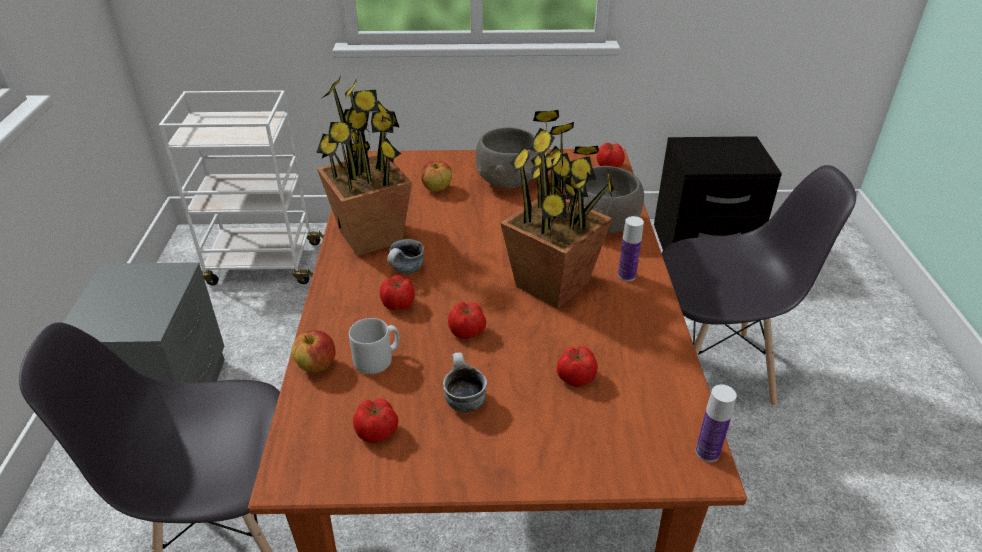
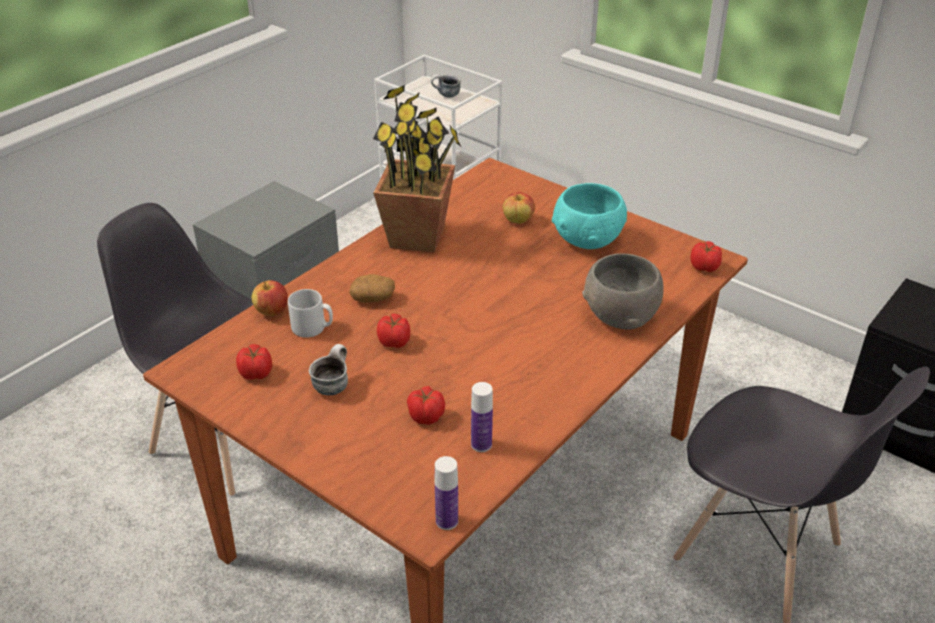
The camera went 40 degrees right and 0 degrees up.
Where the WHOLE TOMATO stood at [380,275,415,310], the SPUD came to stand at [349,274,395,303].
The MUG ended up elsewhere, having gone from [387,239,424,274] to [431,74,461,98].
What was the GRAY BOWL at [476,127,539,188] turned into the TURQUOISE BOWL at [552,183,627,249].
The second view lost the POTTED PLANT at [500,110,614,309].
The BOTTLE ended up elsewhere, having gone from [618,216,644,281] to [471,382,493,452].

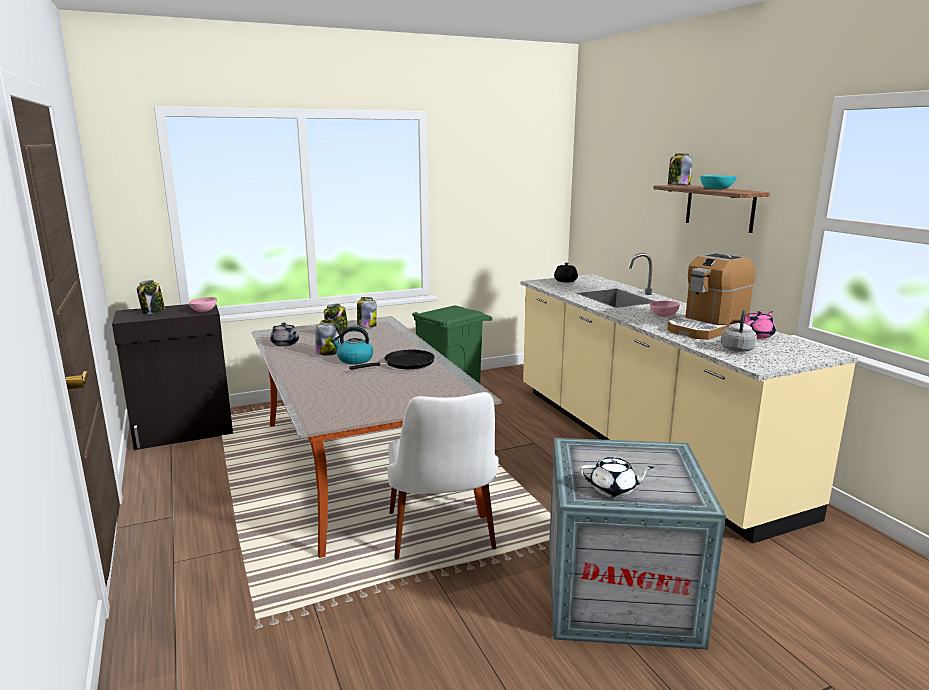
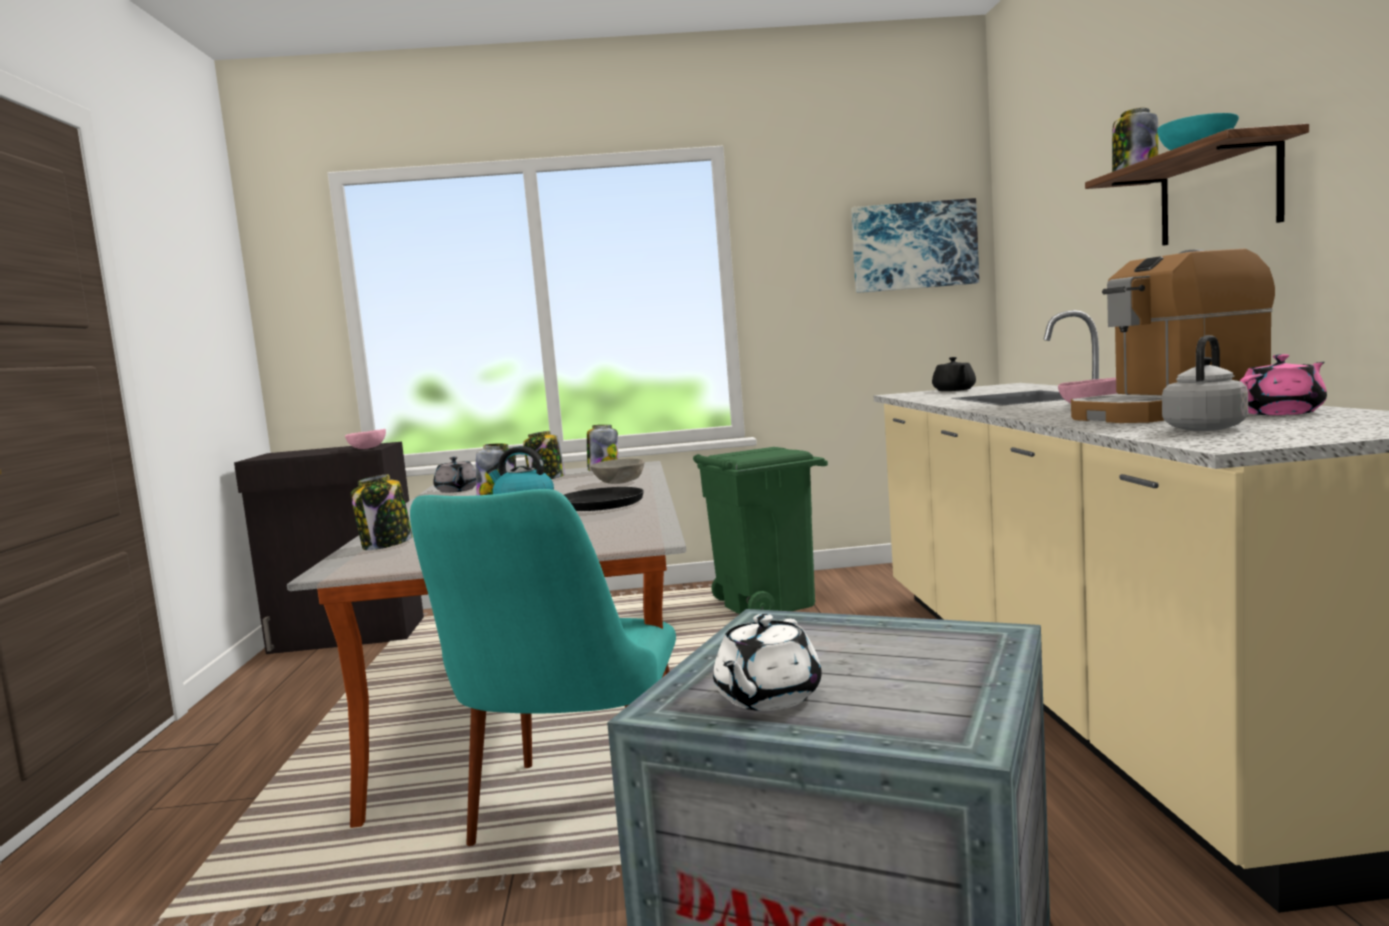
The camera went 20 degrees right and 10 degrees down.
The PRESERVE JAR ended up elsewhere, having gone from [137,280,165,314] to [351,474,413,550].
What was the WHITE CHAIR at [387,392,498,559] turned into the TURQUOISE CHAIR at [410,489,676,846].
The WHITE TEAPOT at [580,457,654,497] ended up facing another way, 90 degrees clockwise from before.
The second view gained the GRAY BOWL at [590,459,645,484].
The second view gained the WALL PICTURE at [851,198,979,293].

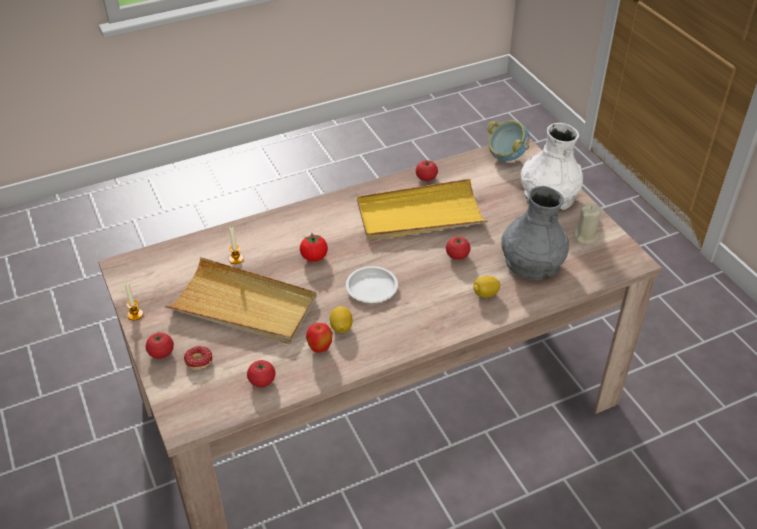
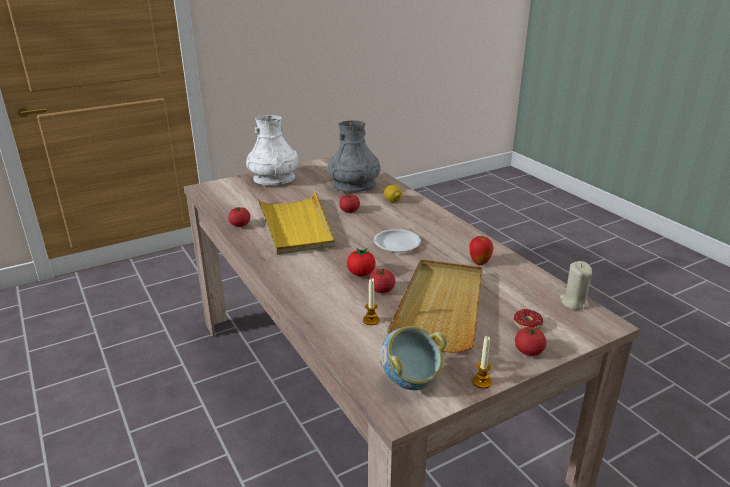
The camera went 95 degrees left and 15 degrees down.
The WHOLE TOMATO ended up elsewhere, having gone from [247,360,276,387] to [370,268,395,293].
The second view lost the WHOLE LEMON at [330,306,353,333].
The BOWL ended up elsewhere, having gone from [487,120,530,161] to [380,326,447,390].
The BEIGE-COLOURED WAX LIGHT ended up elsewhere, having gone from [573,204,601,244] to [560,261,592,310].

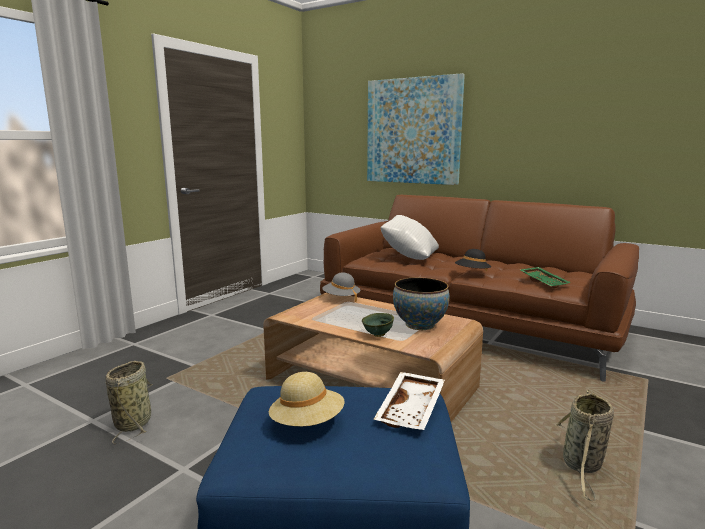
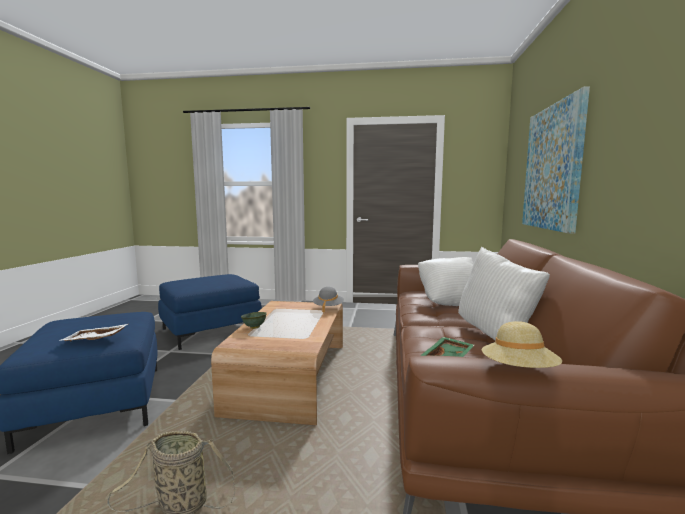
The camera went 65 degrees right and 5 degrees down.
Where the HOUSEHOLD BASKET stood at [106,361,153,445], the BLUE POUFFE came to stand at [158,274,262,350].
The BEIGE-COLOURED CLOTHING HAT ended up elsewhere, having gone from [269,372,344,426] to [482,321,562,368].
The second view lost the BOWL at [393,277,449,330].
The second view lost the BLACKISH CLOTHING HAT at [455,249,491,271].
The second view gained the WHITE THROW PILLOW at [458,247,550,340].

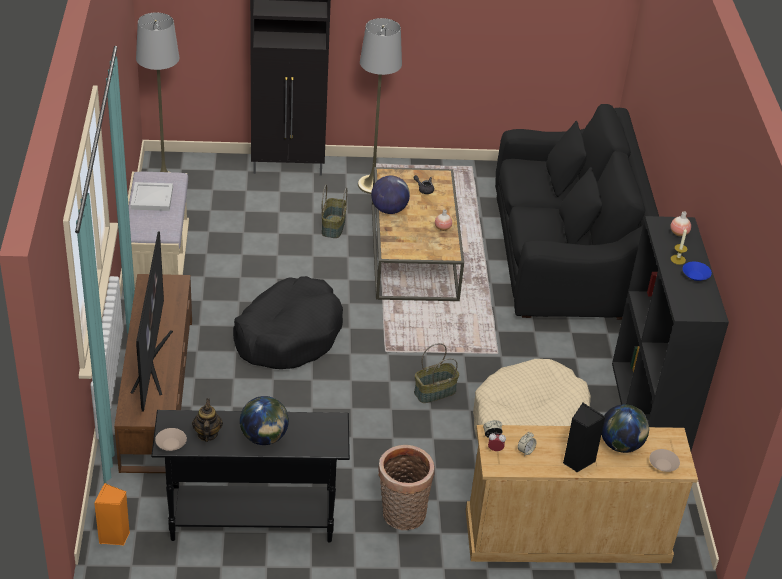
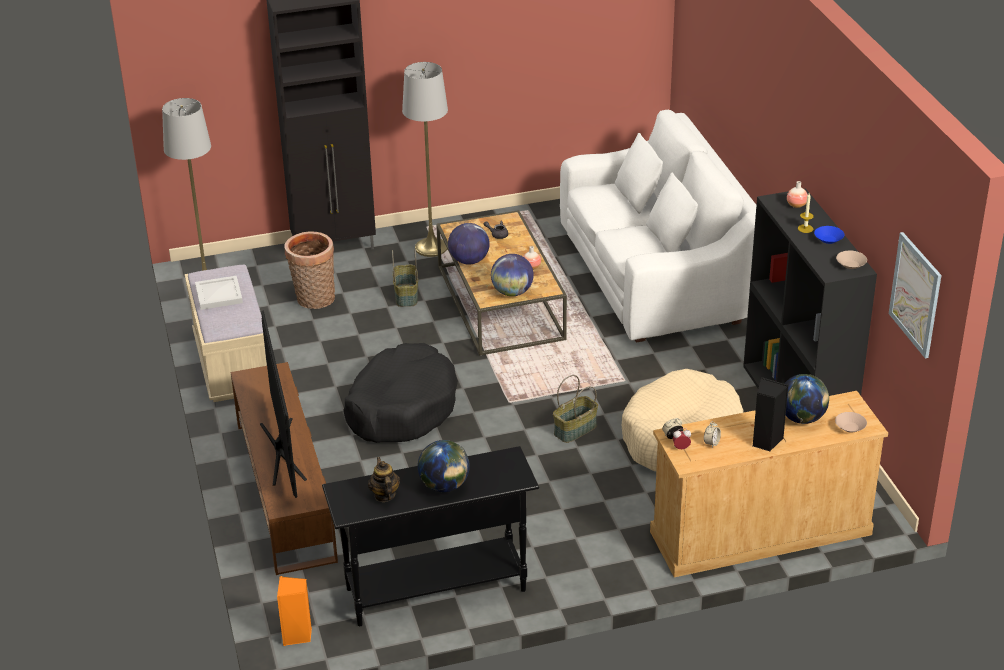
The camera went 10 degrees left and 5 degrees down.
The BEIGE-COLOURED BOWL ended up elsewhere, having gone from [155,428,187,451] to [836,251,867,269].
The HOUSEHOLD BASKET ended up elsewhere, having gone from [378,445,435,530] to [284,232,335,309].
What was the BLACKISH SETTEE at [495,104,659,320] turned into the WHITE SETTEE at [560,110,756,343].
The second view gained the DESK GLOBE at [491,254,534,296].
The second view gained the WALL PICTURE at [889,232,941,358].

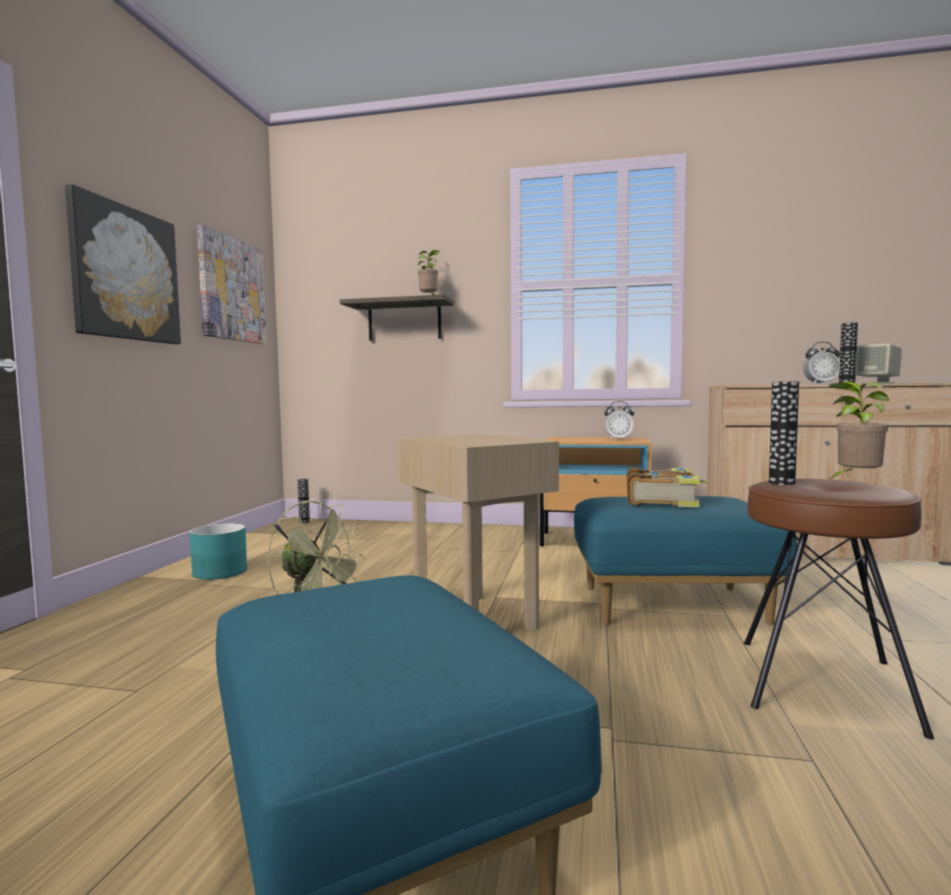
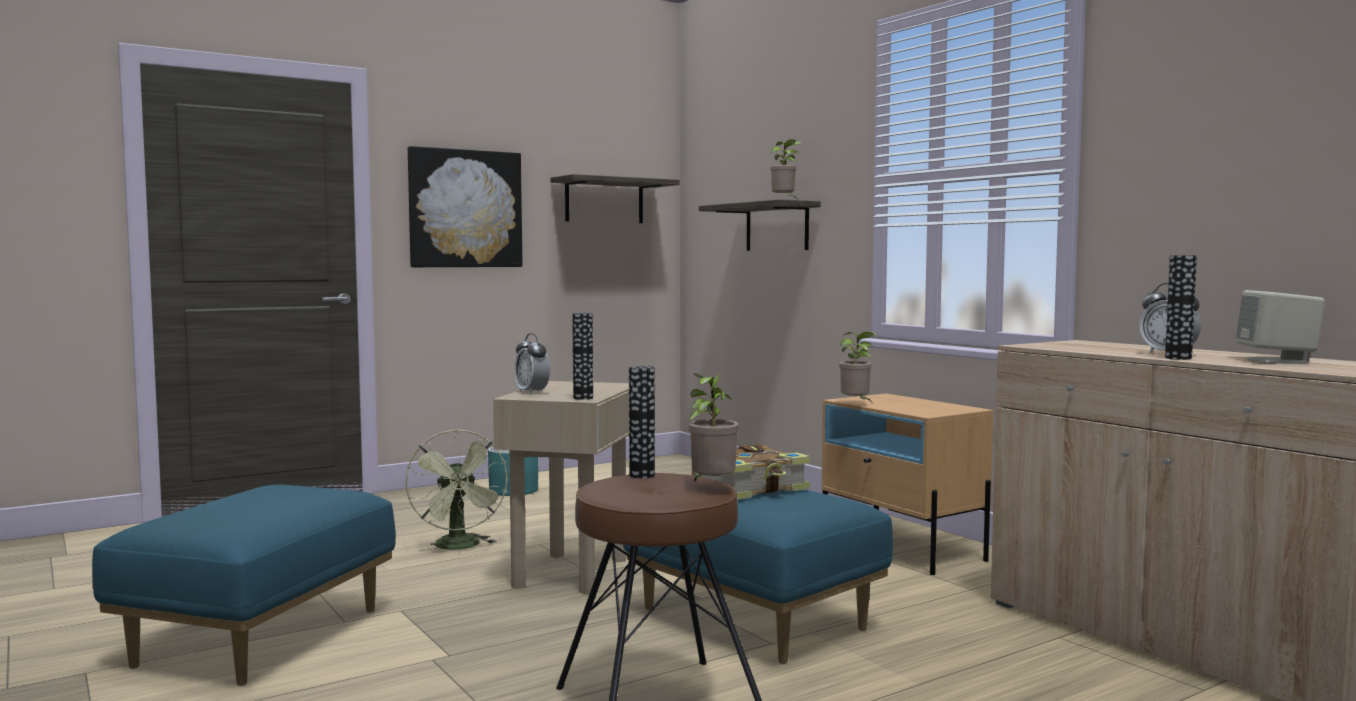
The camera went 45 degrees right and 0 degrees up.
Where the WALL PICTURE hung at [197,225,267,344], the BRACKET SHELF came to hang at [551,174,680,223].
The DECORATIVE VASE ended up elsewhere, having gone from [298,479,310,524] to [572,313,593,400].
The BEDSIDE CLOCK ended up elsewhere, having gone from [604,401,634,440] to [514,333,550,395].
The second view gained the POTTED PLANT at [839,332,877,401].

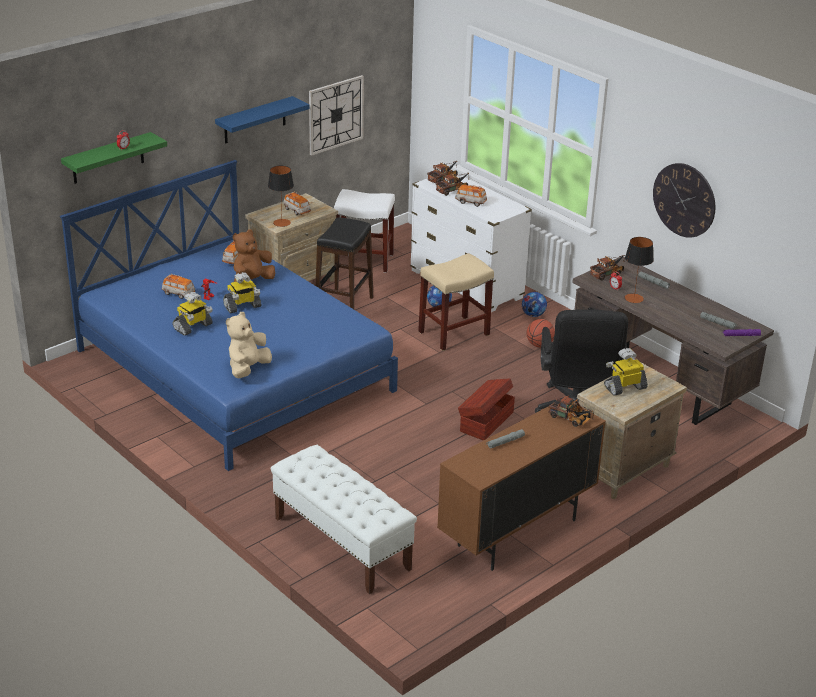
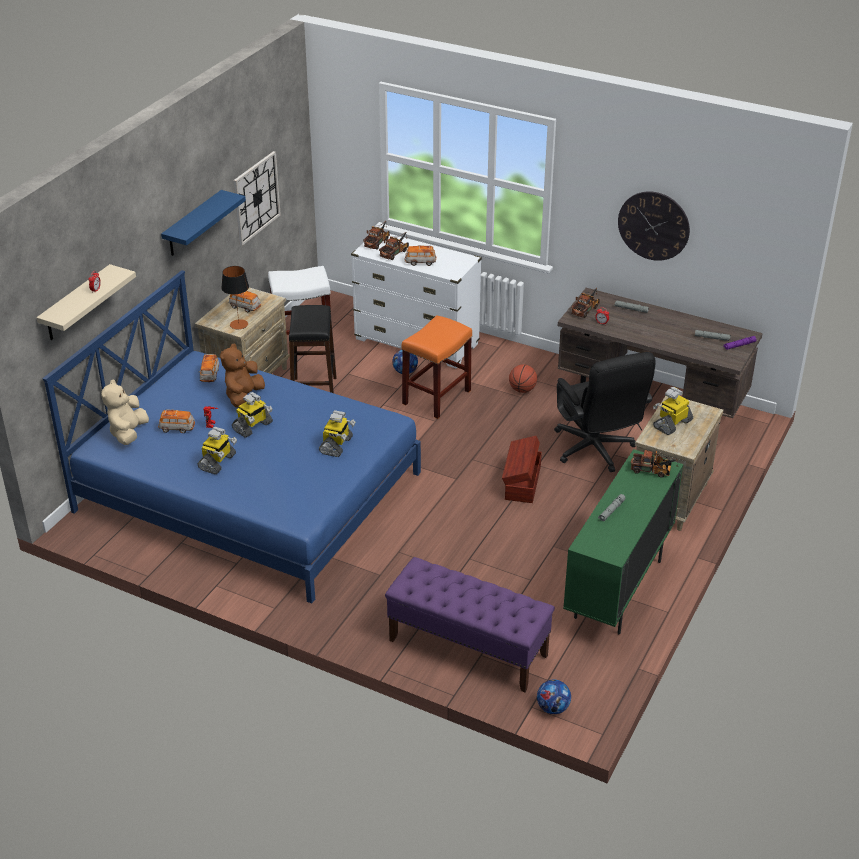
The camera went 20 degrees left and 5 degrees up.
What was the GREEN BRACKET SHELF at [61,132,167,184] turned into the BEIGE-COLOURED BRACKET SHELF at [36,264,136,340].
The BEIGE-COLOURED PLUSH TOY ended up elsewhere, having gone from [226,312,272,378] to [101,379,149,445].
What was the WHITE BENCH at [271,445,417,594] turned into the PURPLE BENCH at [385,557,555,692].
What was the BEIGE-COLOURED STOOL SEAT at [418,253,494,351] turned into the ORANGEY STOOL SEAT at [402,315,472,419].
What was the BROWNISH CUPBOARD at [437,403,606,571] turned into the GREEN CUPBOARD at [563,449,683,634].
The FOOTBALL BALL ended up elsewhere, having gone from [522,292,547,317] to [537,680,571,714].
The second view lost the LAMP FOR A TABLE at [625,237,654,303].
The second view gained the MODEL ROBOT at [319,410,355,457].

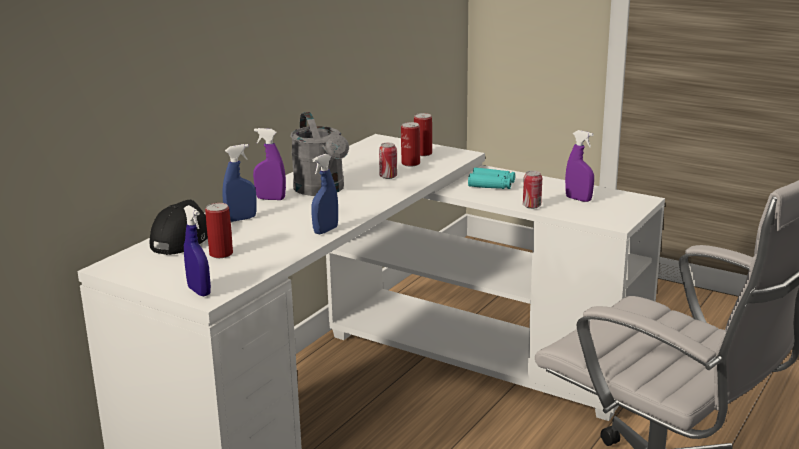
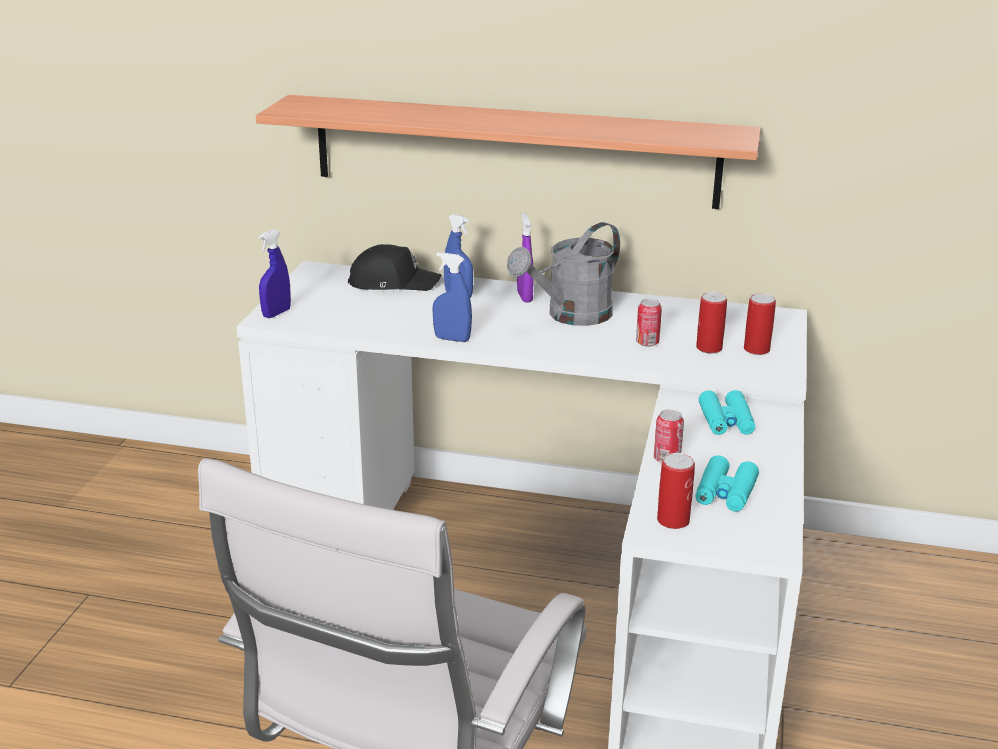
The camera went 70 degrees right and 5 degrees up.
The SEALED CAN ended up elsewhere, having gone from [205,203,233,258] to [657,453,695,529].
Where the PURPLE SPRAYER stood at [565,130,594,202], the TURQUOISE BINOCULARS came to stand at [695,455,759,512].
The second view gained the BRACKET SHELF at [256,95,761,209].

